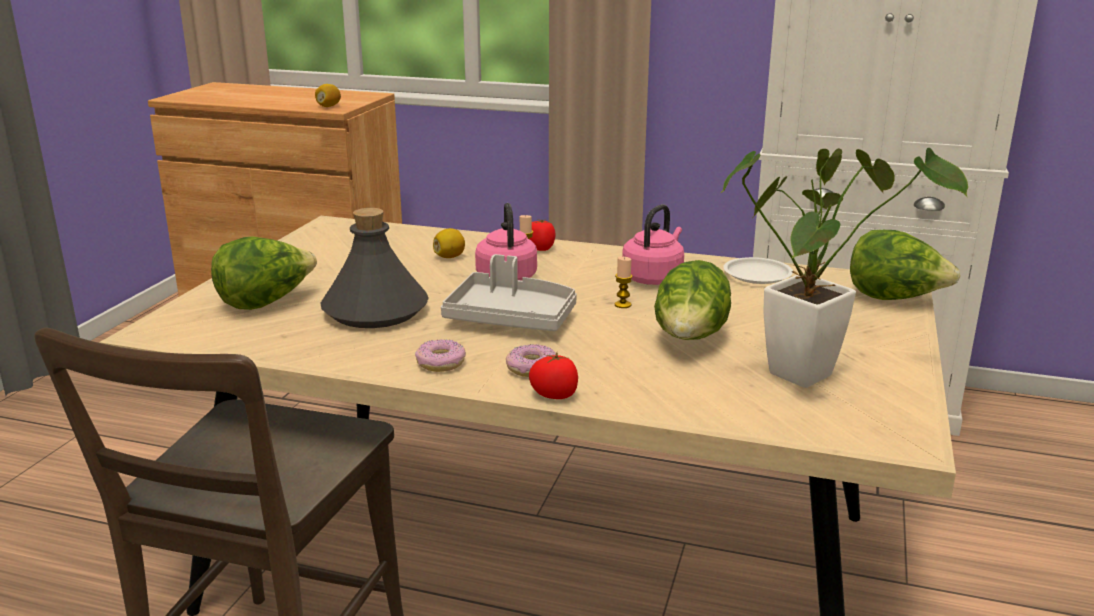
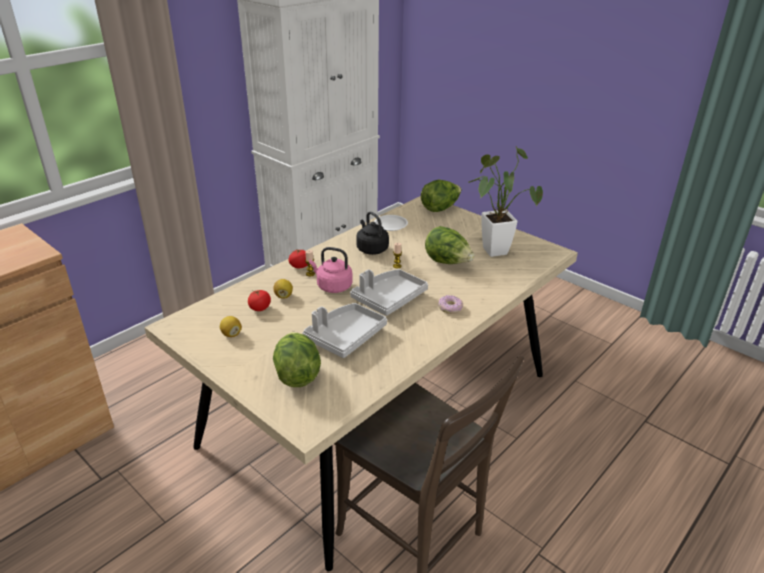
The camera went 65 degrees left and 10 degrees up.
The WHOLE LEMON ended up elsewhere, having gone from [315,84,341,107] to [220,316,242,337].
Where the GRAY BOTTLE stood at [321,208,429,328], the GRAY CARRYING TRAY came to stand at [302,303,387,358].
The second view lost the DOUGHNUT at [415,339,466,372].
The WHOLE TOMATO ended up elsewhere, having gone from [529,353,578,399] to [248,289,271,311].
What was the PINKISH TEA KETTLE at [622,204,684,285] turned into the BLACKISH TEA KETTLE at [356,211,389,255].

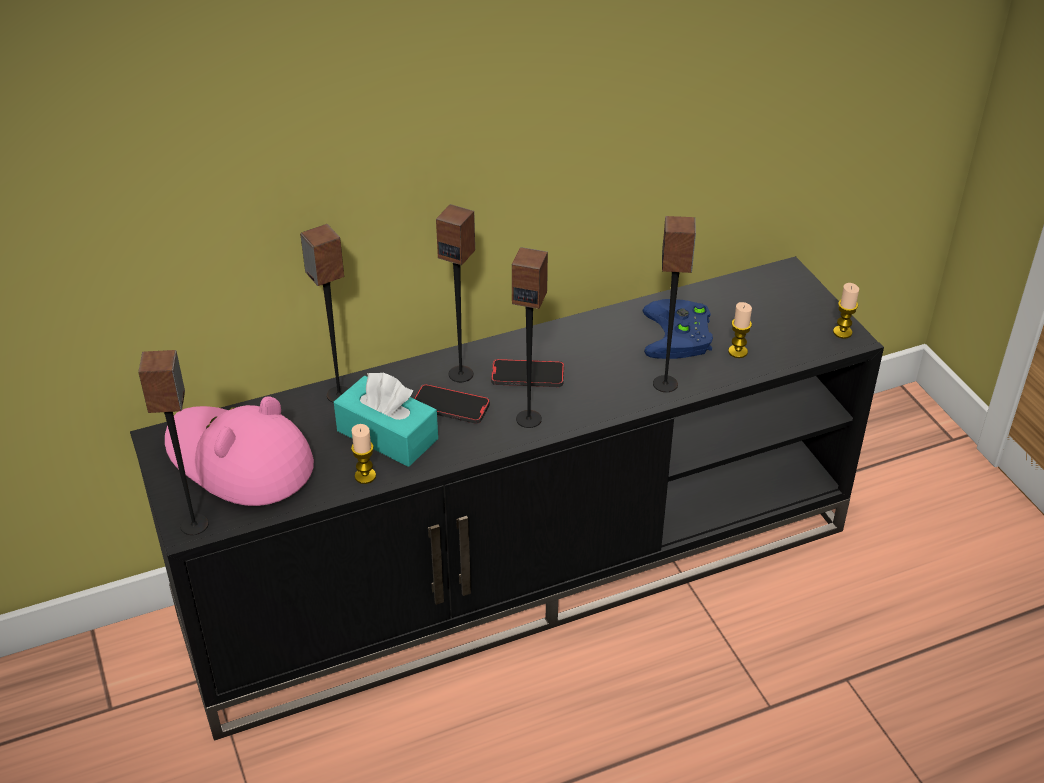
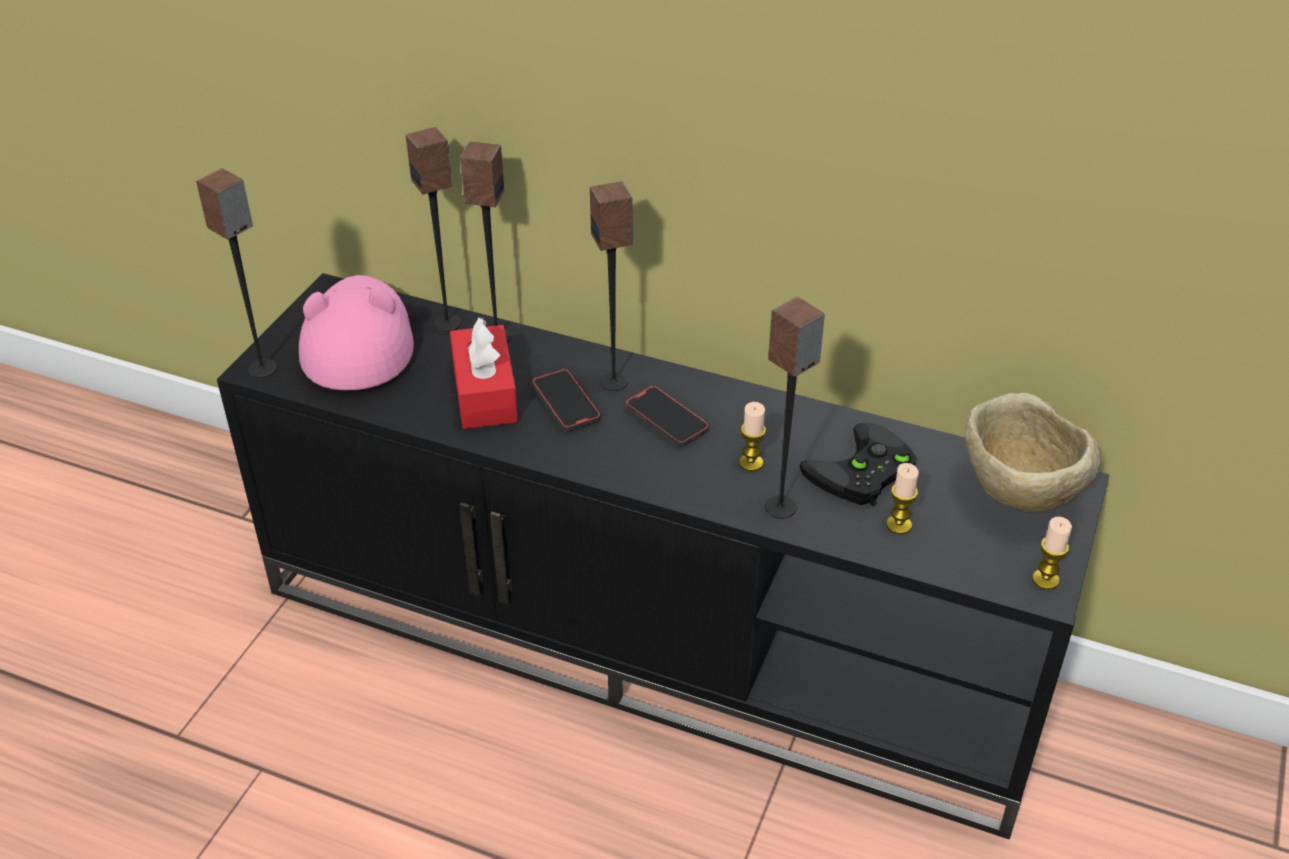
The camera went 45 degrees right and 0 degrees up.
What was the TURQUOISE TISSUE BOX at [334,372,438,467] turned into the REDDISH TISSUE BOX at [450,317,518,429].
The WAX LIGHT ended up elsewhere, having gone from [351,424,376,484] to [739,402,766,472].
The LOUDSPEAKER ended up elsewhere, having gone from [512,247,548,428] to [406,127,461,332].
What was the BLUE GAME CONTROLLER at [642,299,713,359] turned into the BLACKISH GAME CONTROLLER at [800,423,916,507].
The second view gained the BEIGE-COLOURED BOWL at [964,392,1101,512].

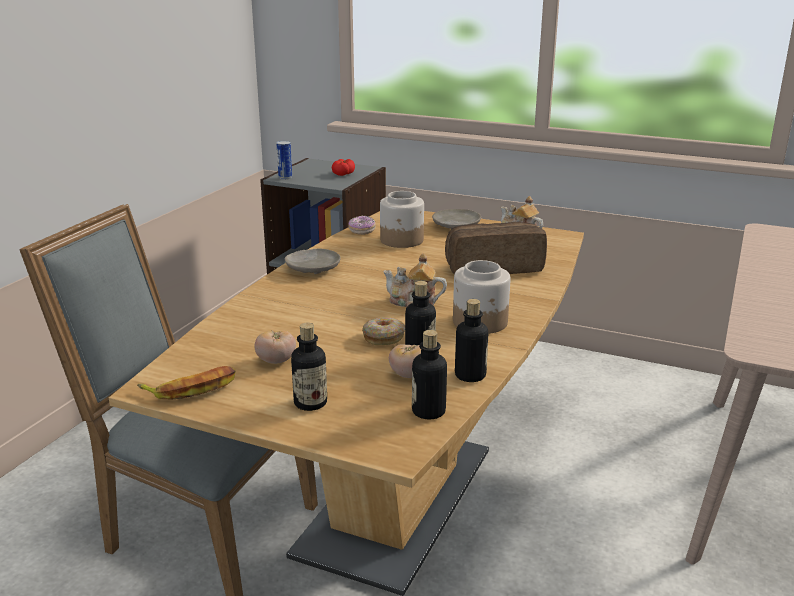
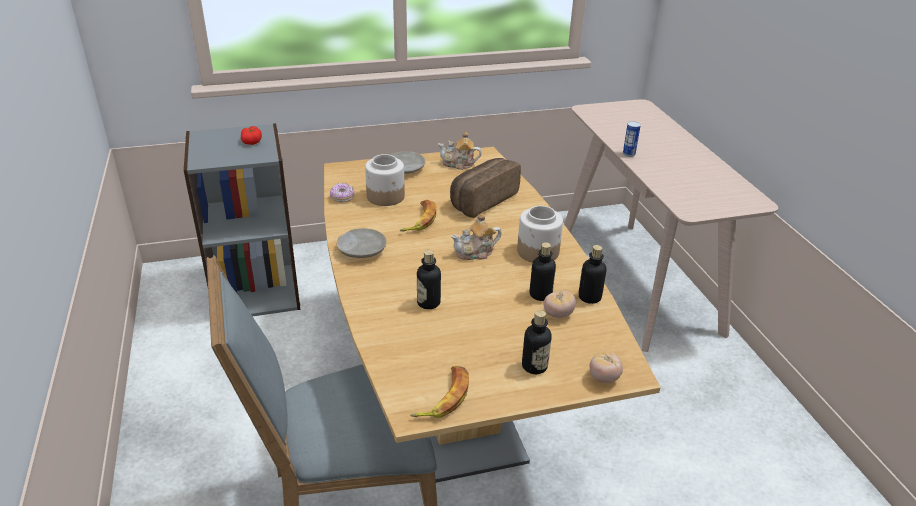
The camera went 40 degrees left and 10 degrees up.
The WHOLE TOMATO ended up elsewhere, having gone from [255,330,296,364] to [590,351,623,383].
The SEALED CAN ended up elsewhere, having gone from [277,141,292,180] to [623,121,641,157].
The second view lost the DOUGHNUT at [362,318,405,345].
The BOTTLE ended up elsewhere, having gone from [412,330,447,420] to [417,250,441,309].
The second view gained the WHOLE BANANA at [400,200,436,231].

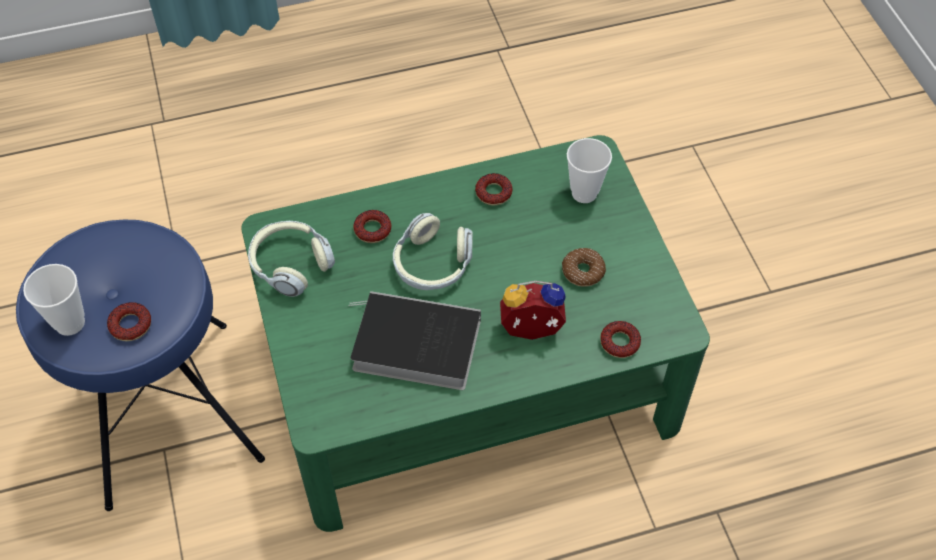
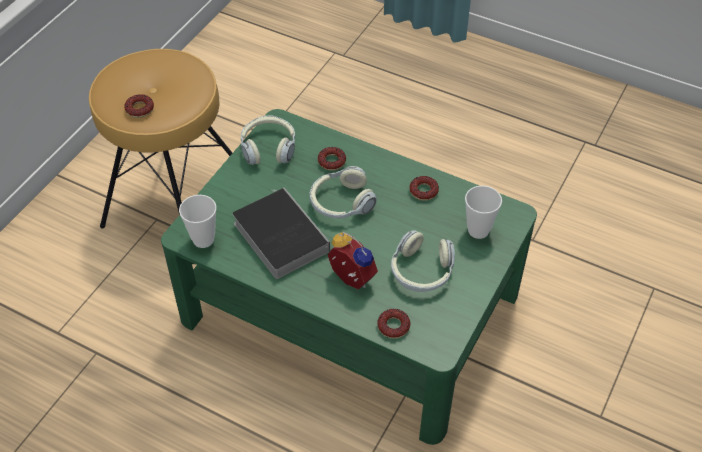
The camera went 45 degrees right and 5 degrees down.
What was the BLUE STOOL SEAT at [16,220,265,511] turned into the BROWNISH STOOL SEAT at [89,49,232,264].
The SMALL CUP ended up elsewhere, having gone from [23,264,85,336] to [179,195,216,248].
Where the DOUGHNUT stood at [562,248,606,287], the HEADSET came to stand at [391,230,455,292].

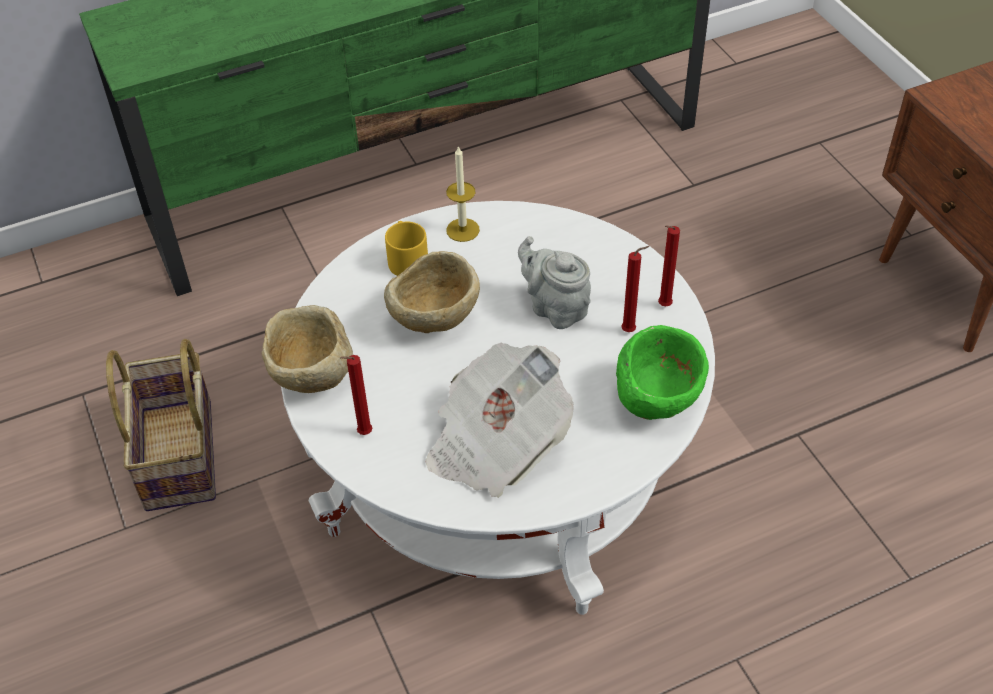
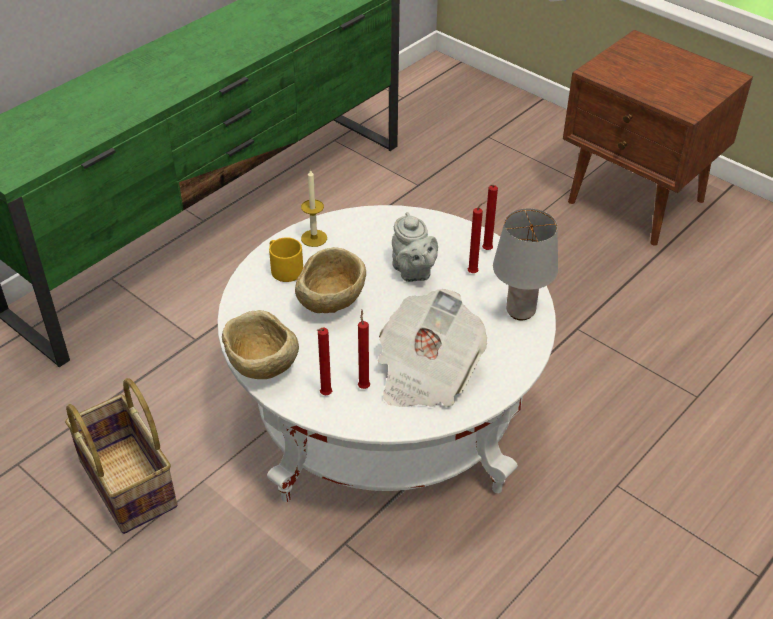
The camera went 25 degrees left and 5 degrees down.
The GRAY TEAPOT at [518,236,591,329] ended up facing another way, 135 degrees counterclockwise from before.
Where the GREEN BOWL stood at [616,325,709,420], the GRAY LAMP FOR A TABLE came to stand at [493,208,558,320].
The second view gained the REDDISH WAX LIGHT at [358,310,370,389].

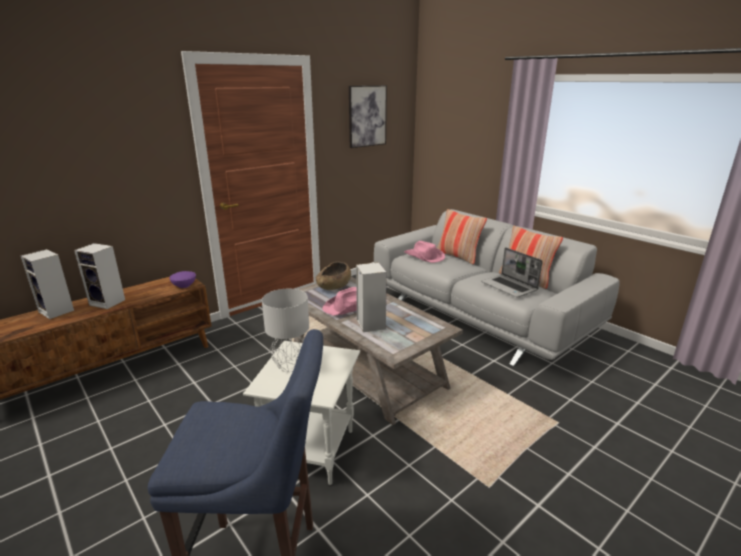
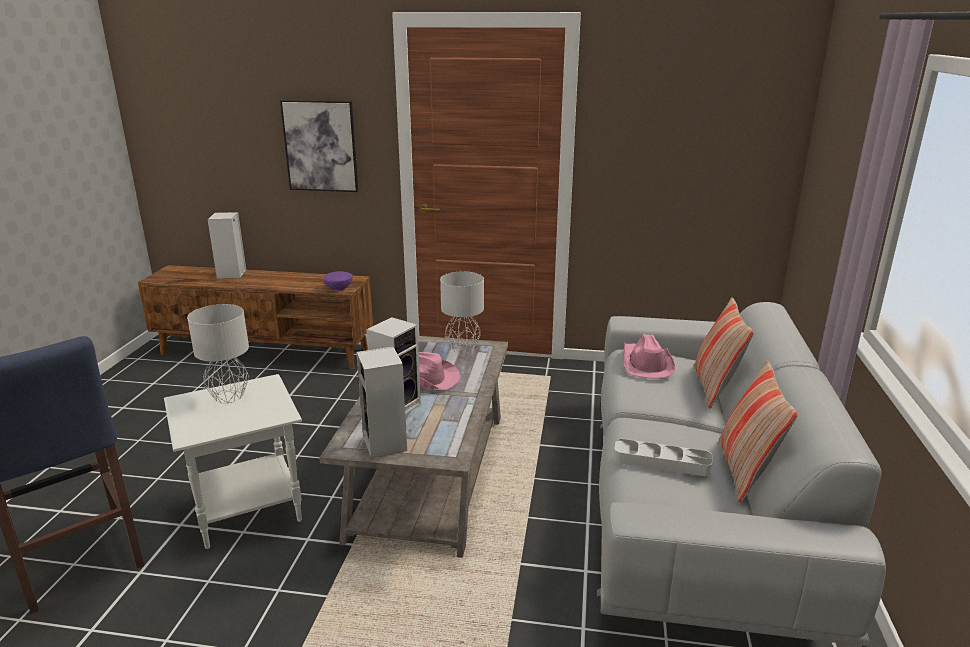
The camera went 50 degrees right and 0 degrees up.
The LOUDSPEAKER ended up elsewhere, having gone from [74,243,125,309] to [356,347,407,458].
Where the BROWNISH BOWL stood at [316,262,351,290], the GRAY LAMP FOR A TABLE came to stand at [440,271,484,354].
The WALL PICTURE ended up elsewhere, having gone from [349,85,387,148] to [280,100,358,192].
Where the NOTEBOOK COMPUTER stood at [481,247,543,297], the GRAY CARRYING TRAY came to stand at [614,439,713,476].

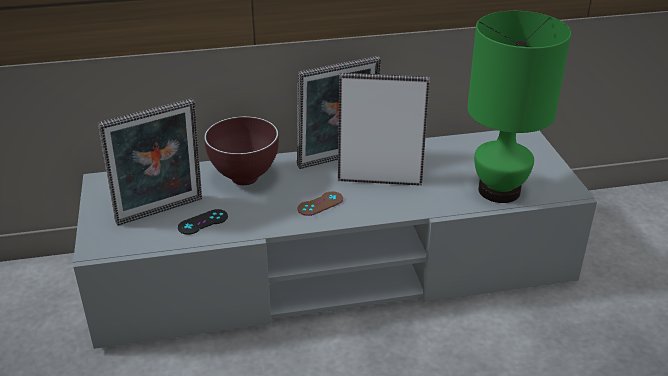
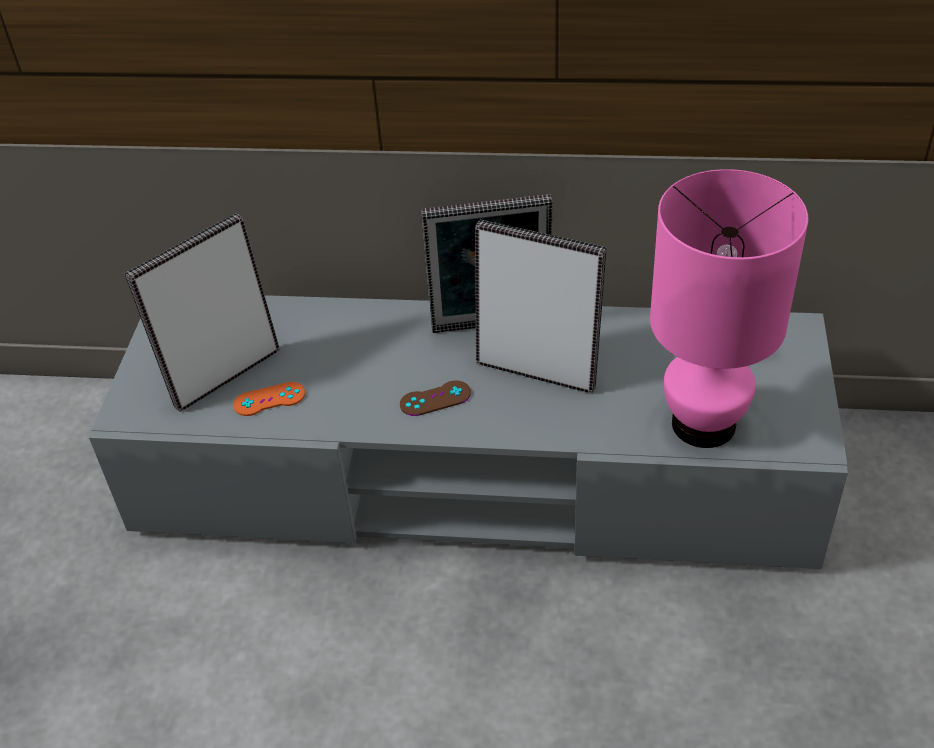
The camera went 20 degrees right and 10 degrees up.
The STANDING FRAME at [98,98,202,226] ended up facing another way, 150 degrees clockwise from before.
What was the BLACKISH GAME CONTROLLER at [178,209,228,235] turned into the ORANGEY GAME CONTROLLER at [233,382,305,416].
The second view lost the BROWNISH BOWL at [204,116,279,185].
What was the GREEN LAMP FOR A TABLE at [467,11,571,203] turned into the PINKISH LAMP FOR A TABLE at [650,169,808,448].

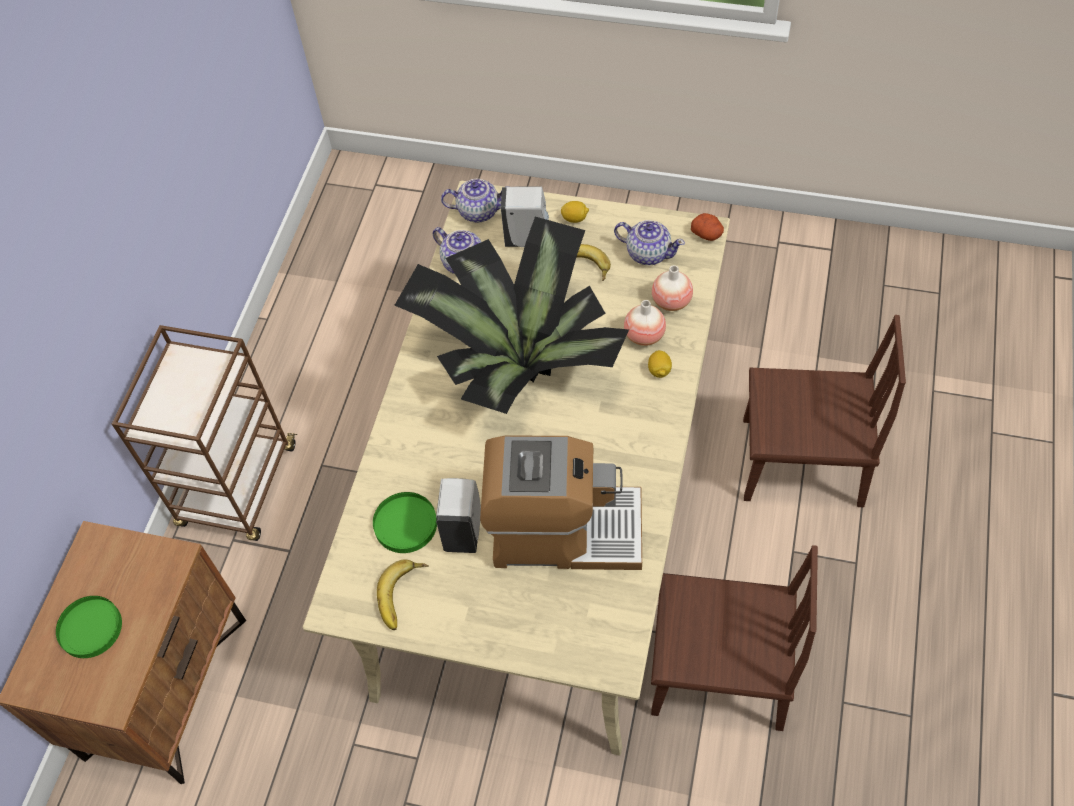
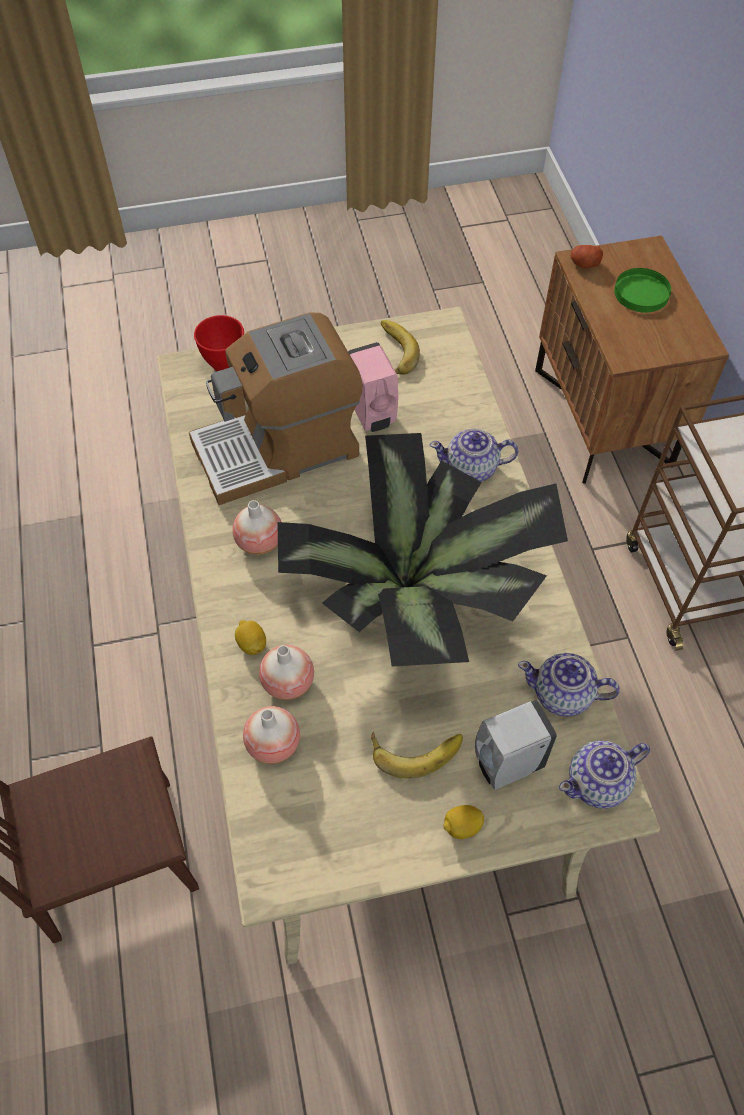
The camera went 150 degrees right and 0 degrees up.
The second view lost the GREEN PLATE at [373,492,437,553].
What was the WHITE SOAP DISPENSER at [436,478,481,553] turned into the PINKISH SOAP DISPENSER at [348,342,398,432].
The TEAPOT ended up elsewhere, having gone from [614,220,685,265] to [429,428,518,482].
The second view lost the BROWNISH CHAIR at [651,545,818,731].
The SPUD ended up elsewhere, having gone from [691,213,724,241] to [571,245,603,268].
The second view gained the REDDISH BOWL at [194,315,244,371].
The second view gained the DECORATIVE VASE at [232,500,281,555].

